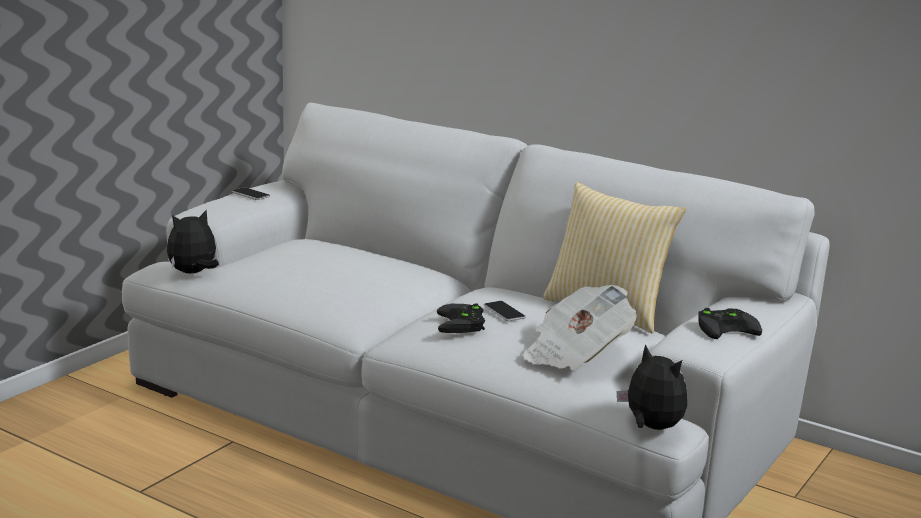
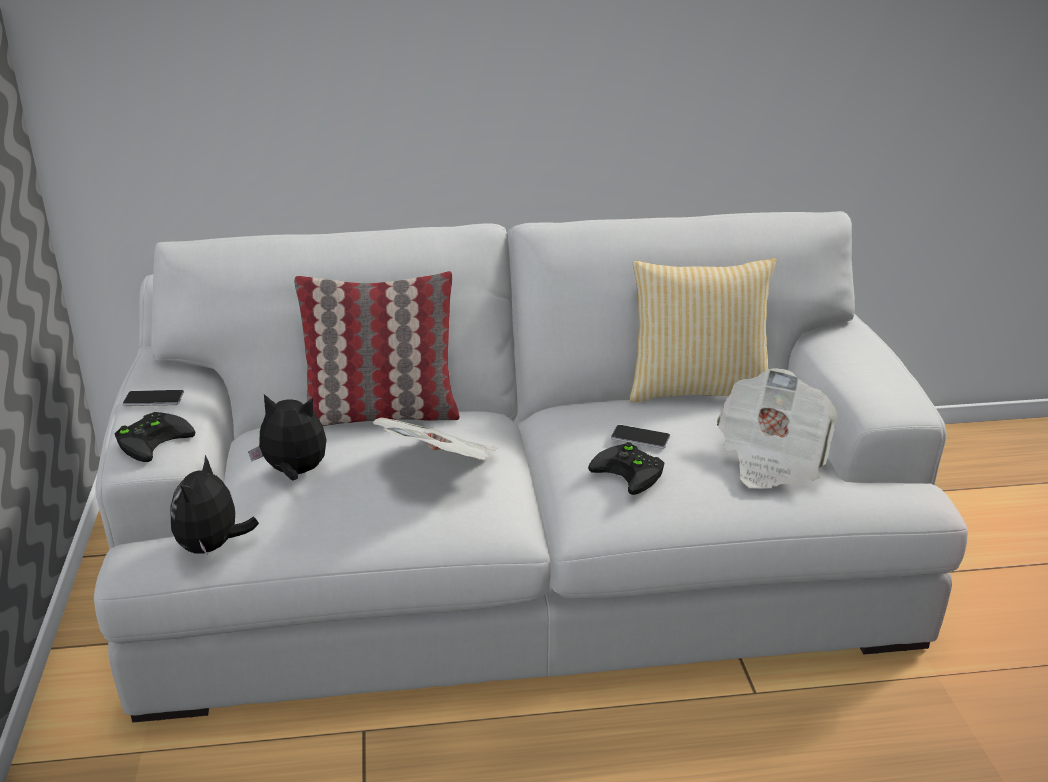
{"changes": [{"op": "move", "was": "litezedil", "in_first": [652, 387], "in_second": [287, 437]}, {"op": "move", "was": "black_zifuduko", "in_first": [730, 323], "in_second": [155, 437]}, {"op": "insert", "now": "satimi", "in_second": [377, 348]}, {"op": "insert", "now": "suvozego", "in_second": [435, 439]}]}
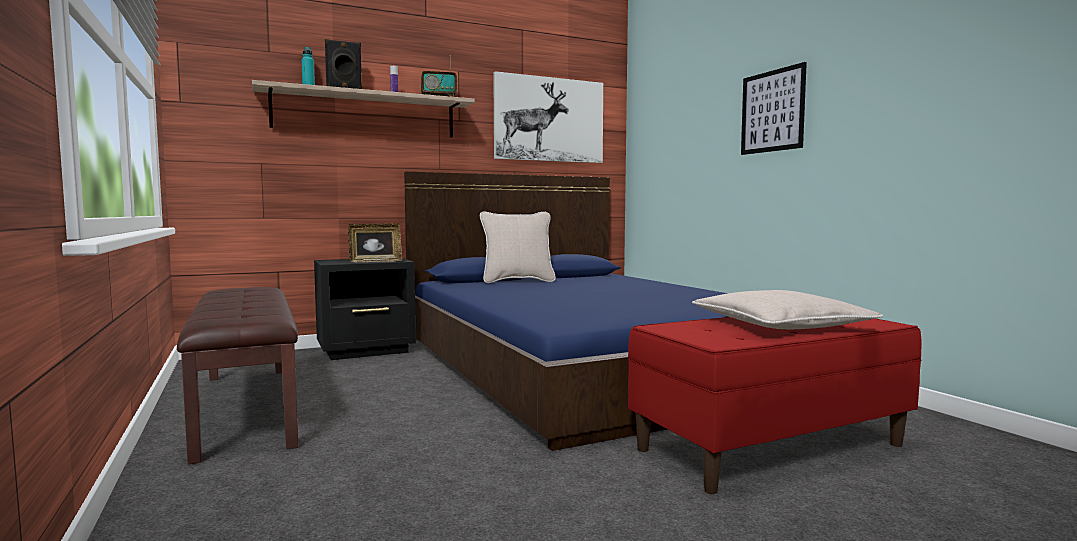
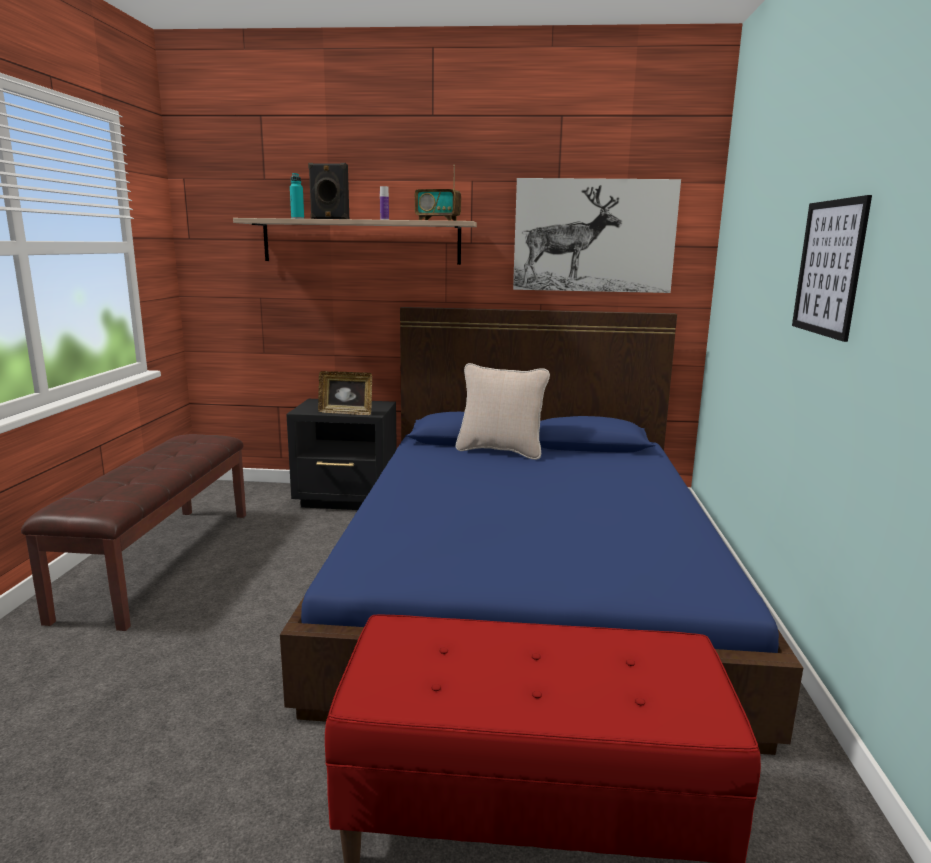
{"changes": [{"op": "delete", "was": "beige_satimi", "in_first": [788, 309]}]}
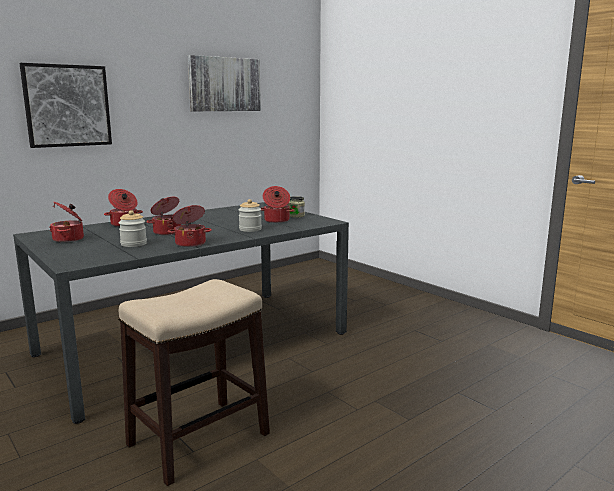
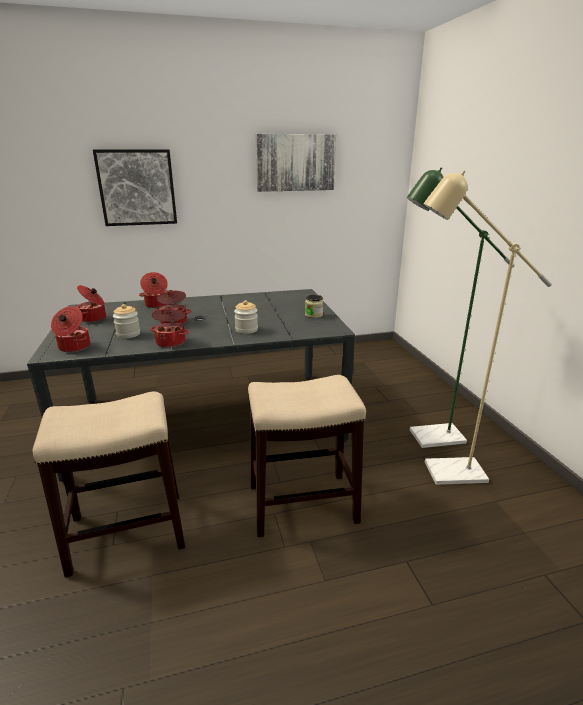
{"changes": [{"op": "move", "was": "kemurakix", "in_first": [277, 204], "in_second": [70, 329]}, {"op": "insert", "now": "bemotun", "in_second": [307, 456]}, {"op": "insert", "now": "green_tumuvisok", "in_second": [461, 308]}, {"op": "insert", "now": "beige_tumuvisok", "in_second": [487, 327]}]}
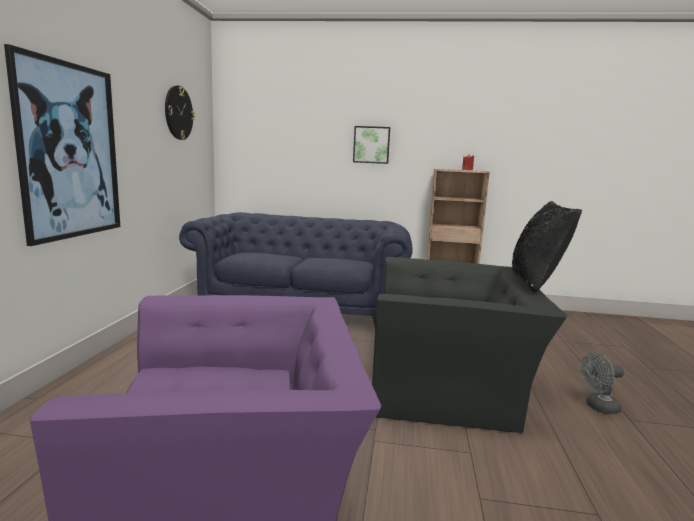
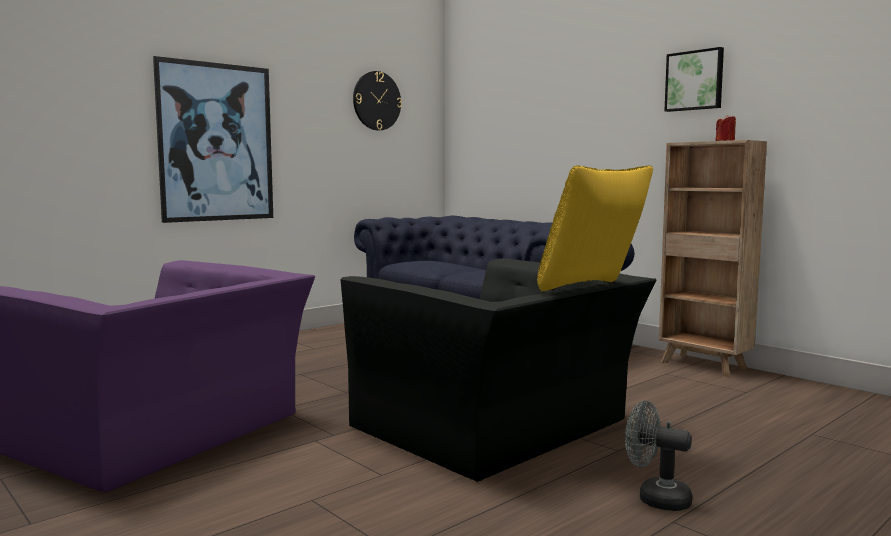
{"changes": [{"op": "move", "was": "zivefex", "in_first": [371, 145], "in_second": [694, 79]}, {"op": "recolor", "was": "black_satimi", "now": "yellow_satimi", "in_first": [546, 247], "in_second": [595, 228]}]}
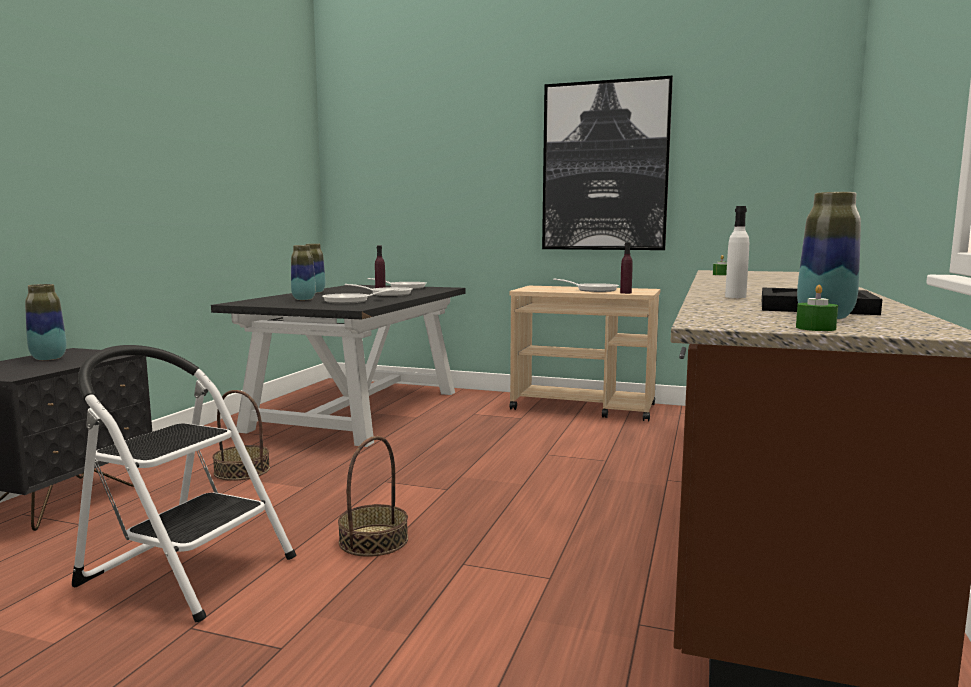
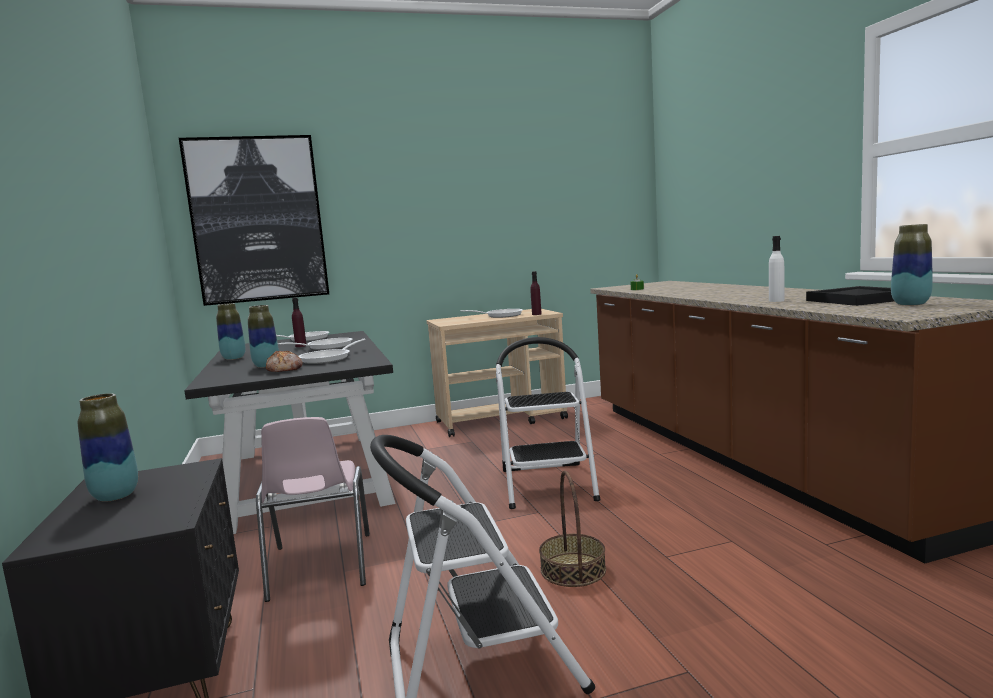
{"changes": [{"op": "replace", "was": "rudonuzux", "now": "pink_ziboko", "in_first": [241, 435], "in_second": [313, 509]}, {"op": "move", "was": "zivefex", "in_first": [607, 163], "in_second": [254, 220]}, {"op": "delete", "was": "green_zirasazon", "in_first": [817, 308]}, {"op": "insert", "now": "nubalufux", "in_second": [284, 361]}, {"op": "insert", "now": "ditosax", "in_second": [548, 423]}]}
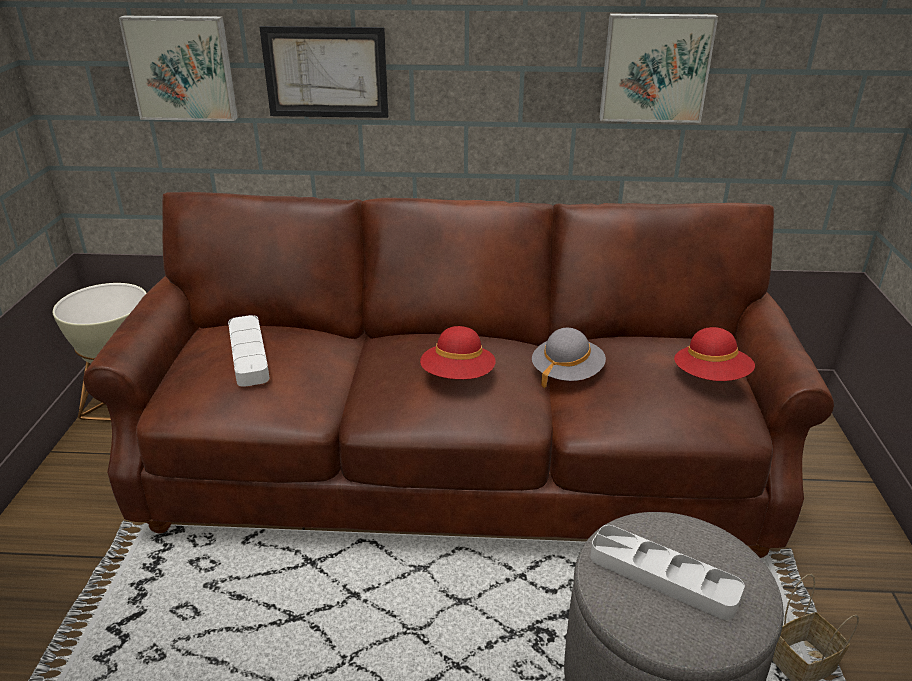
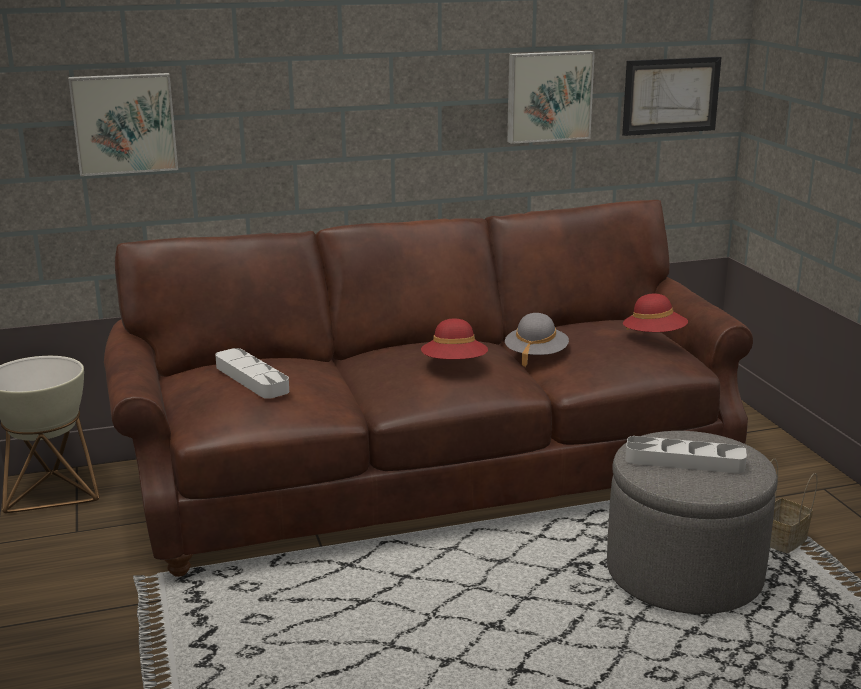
{"changes": [{"op": "move", "was": "zivefex", "in_first": [323, 72], "in_second": [672, 96]}]}
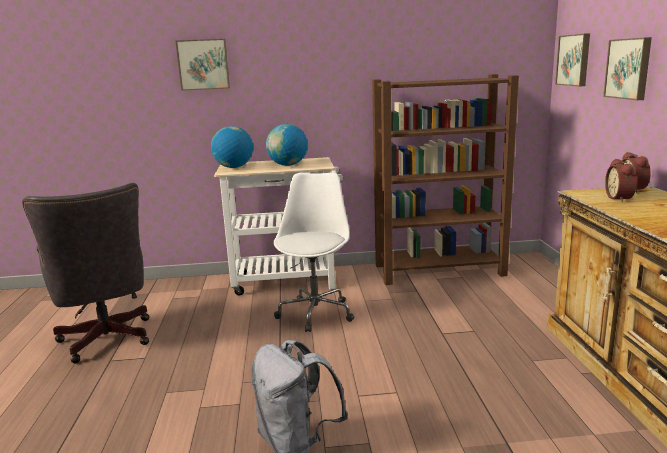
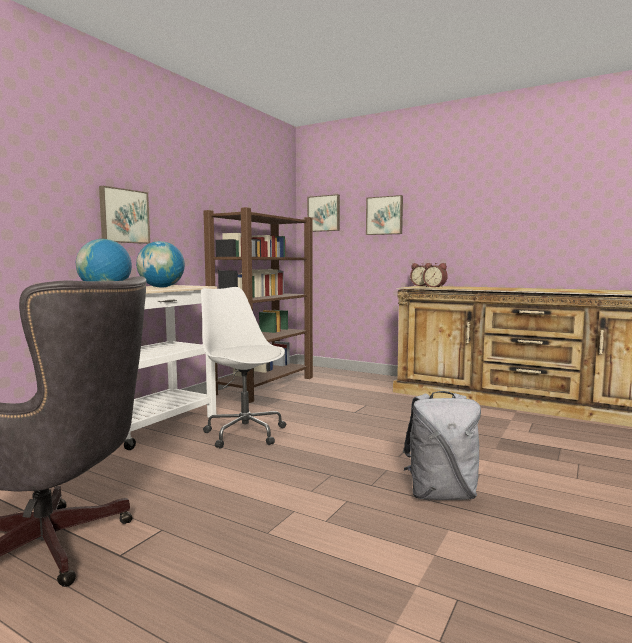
{"changes": [{"op": "move", "was": "zivefex", "in_first": [203, 65], "in_second": [124, 215]}]}
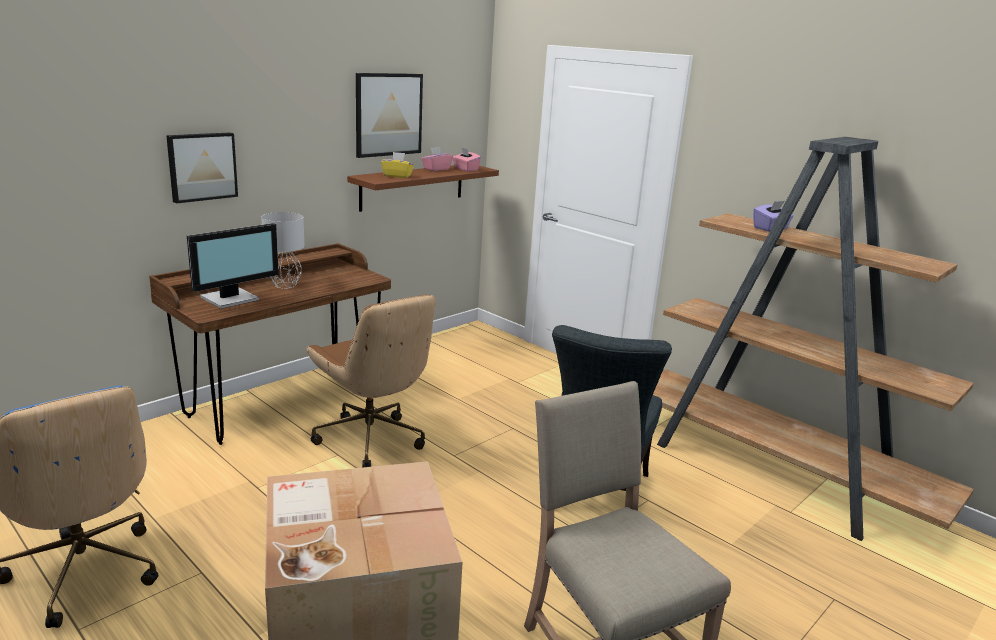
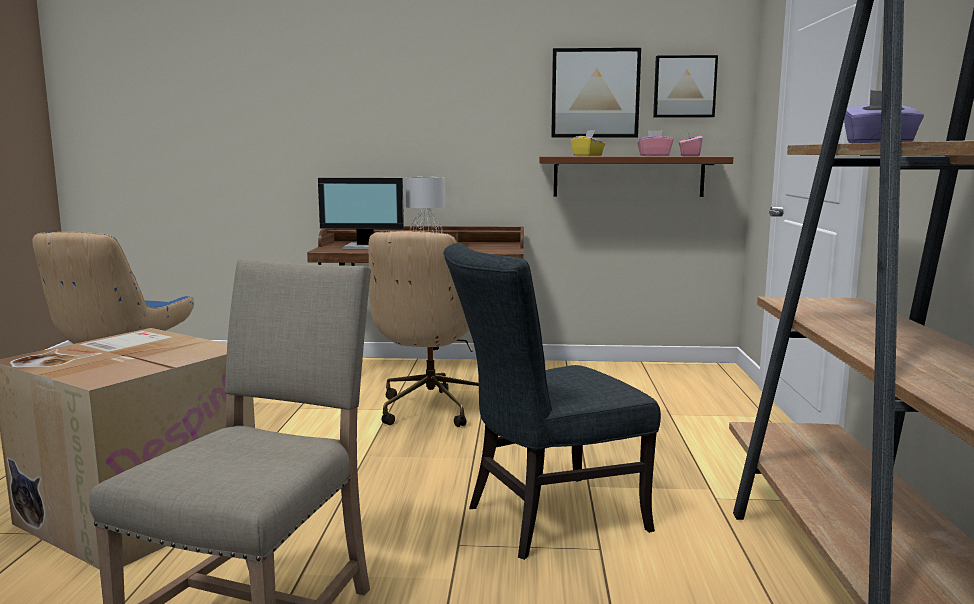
{"changes": [{"op": "move", "was": "zivefex", "in_first": [202, 167], "in_second": [685, 86]}]}
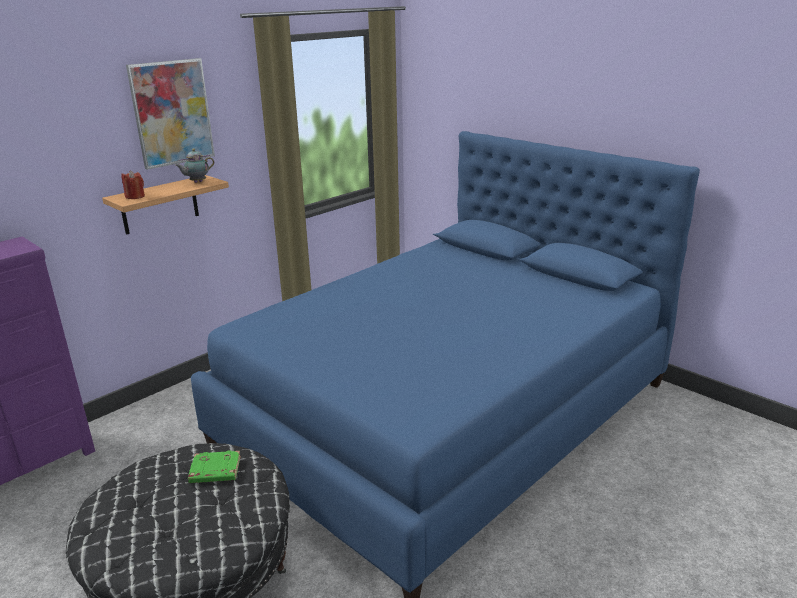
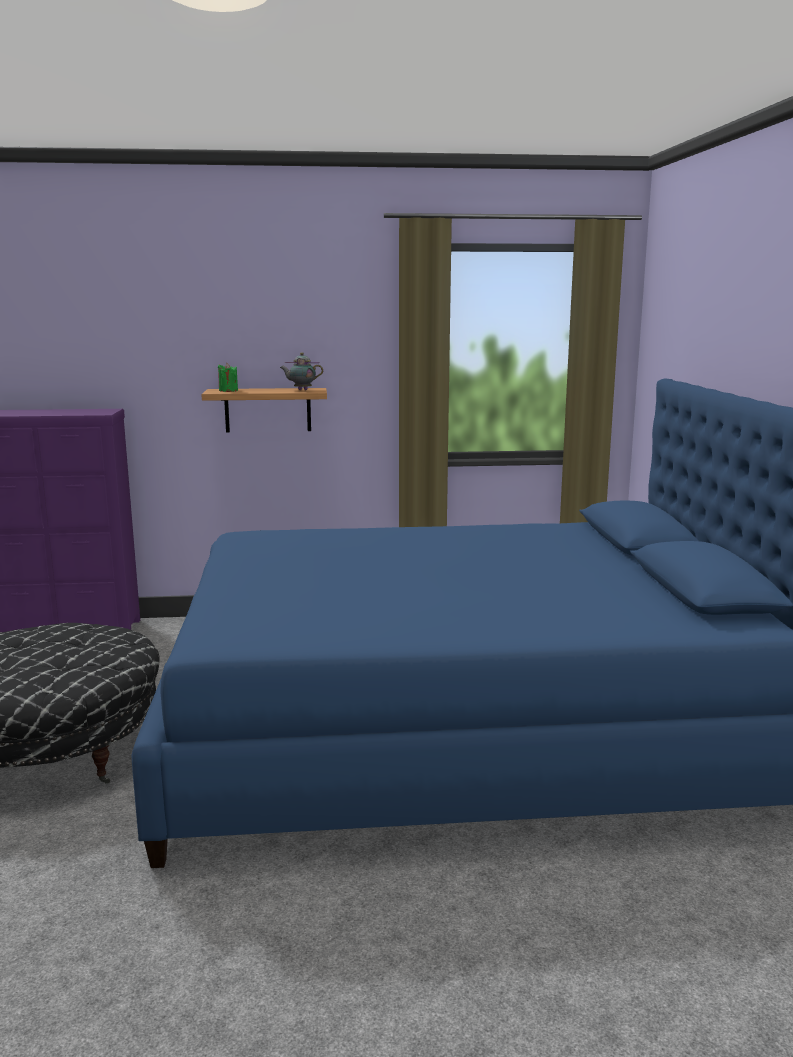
{"changes": [{"op": "recolor", "was": "red_zirasazon", "now": "green_zirasazon", "in_first": [133, 185], "in_second": [228, 377]}, {"op": "delete", "was": "zivefex", "in_first": [170, 114]}, {"op": "delete", "was": "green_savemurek", "in_first": [214, 466]}]}
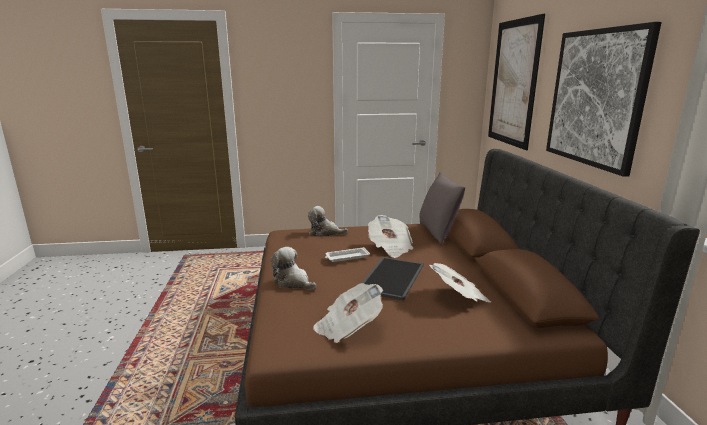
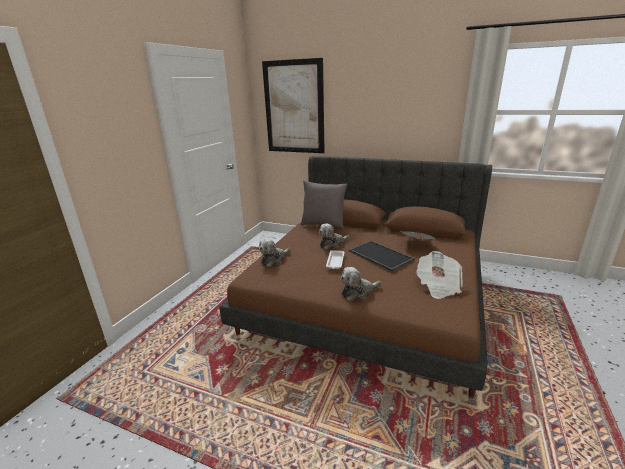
{"changes": [{"op": "replace", "was": "suvozego", "now": "litezedil", "in_first": [390, 236], "in_second": [334, 236]}, {"op": "delete", "was": "zivefex", "in_first": [604, 99]}]}
